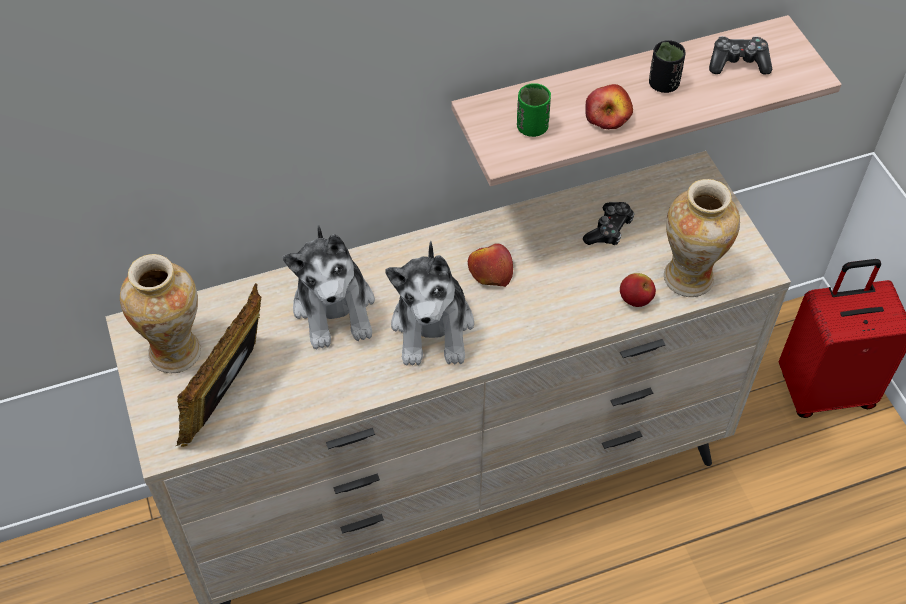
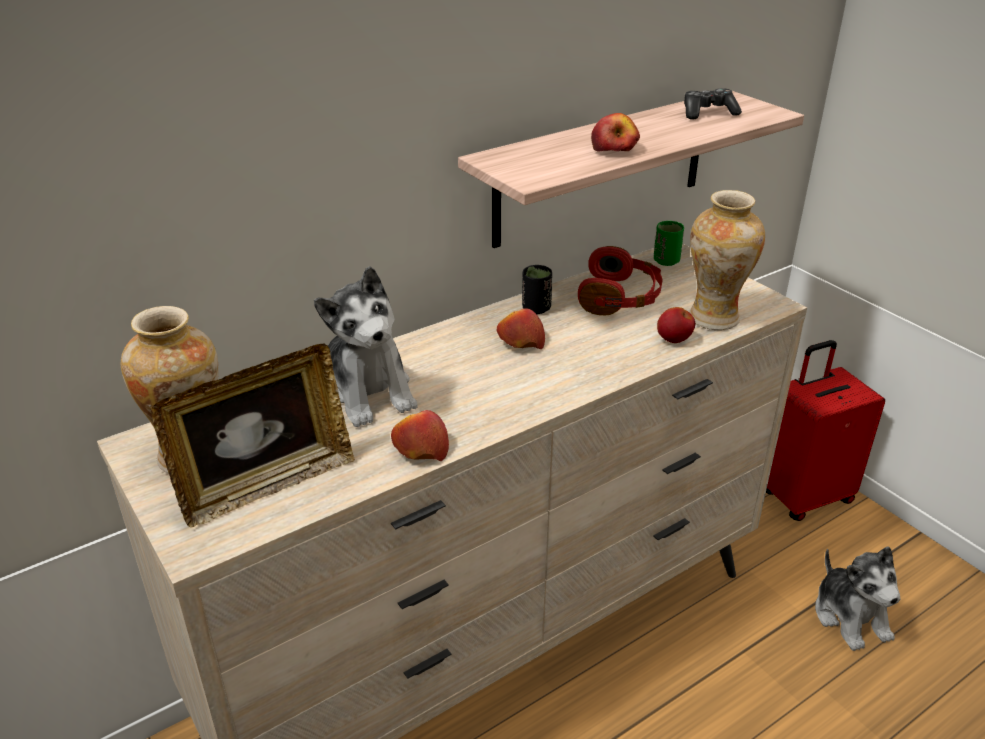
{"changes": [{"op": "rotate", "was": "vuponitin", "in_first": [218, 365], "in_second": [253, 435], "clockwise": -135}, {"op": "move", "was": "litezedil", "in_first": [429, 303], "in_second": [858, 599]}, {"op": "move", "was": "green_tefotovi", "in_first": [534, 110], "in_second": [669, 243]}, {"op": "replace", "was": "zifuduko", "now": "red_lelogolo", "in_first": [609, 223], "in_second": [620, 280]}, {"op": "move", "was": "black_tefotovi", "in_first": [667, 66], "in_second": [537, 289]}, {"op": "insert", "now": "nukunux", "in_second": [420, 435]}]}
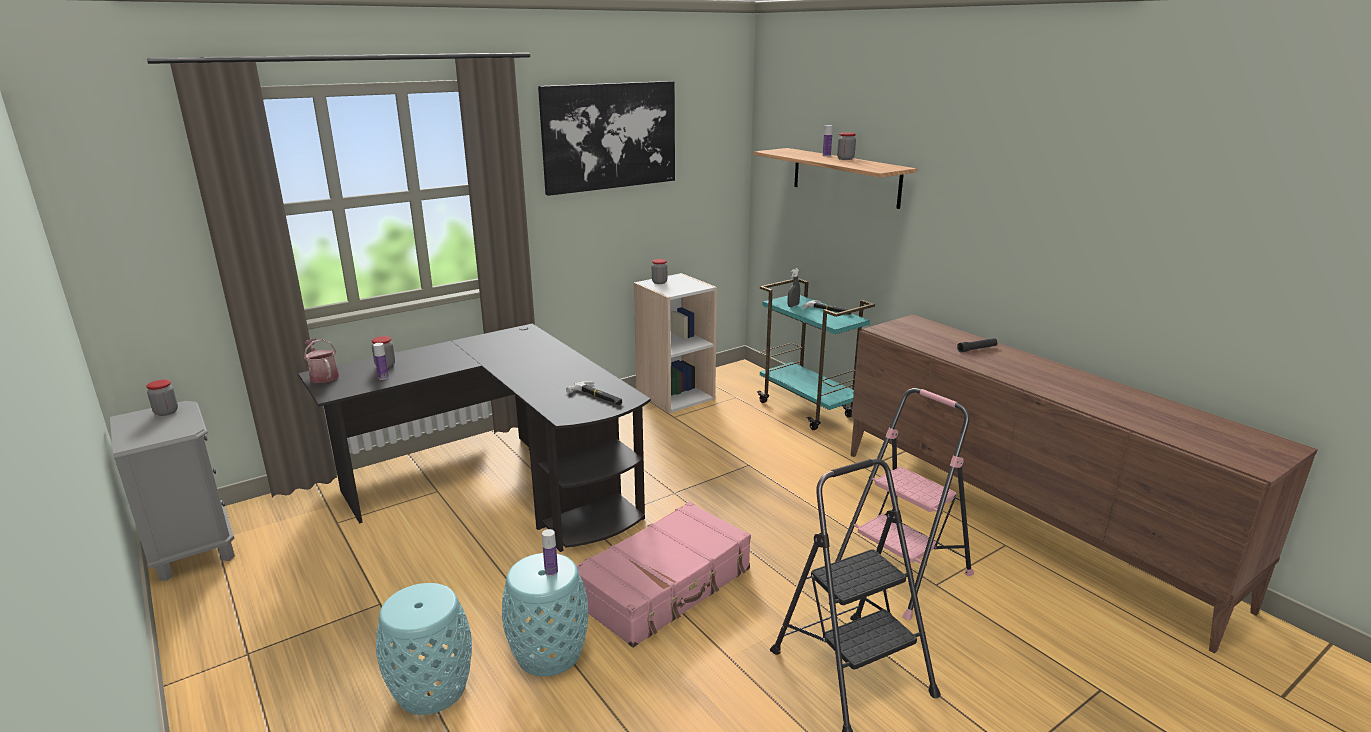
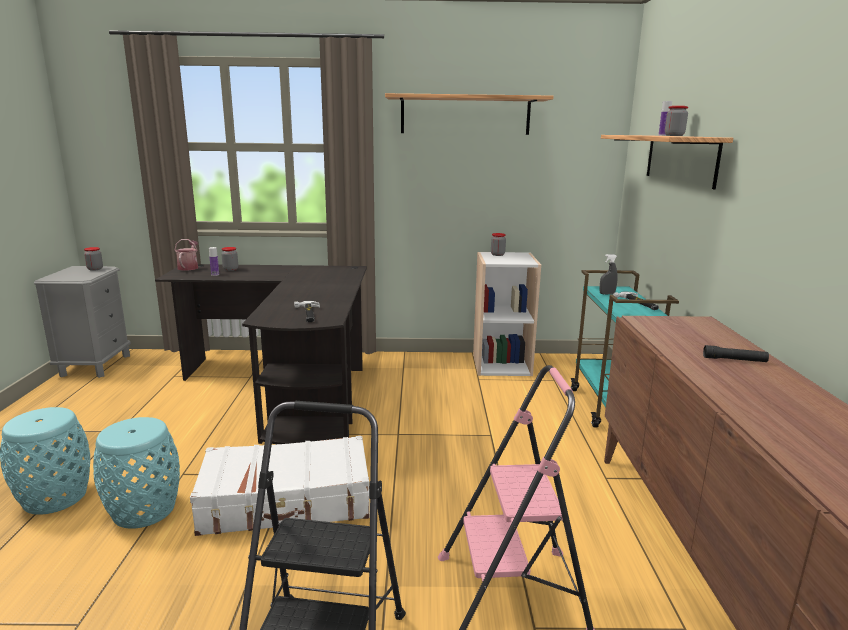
{"changes": [{"op": "replace", "was": "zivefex", "now": "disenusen", "in_first": [606, 138], "in_second": [469, 114]}, {"op": "delete", "was": "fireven", "in_first": [550, 552]}, {"op": "recolor", "was": "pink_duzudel", "now": "white_duzudel", "in_first": [662, 575], "in_second": [280, 486]}]}
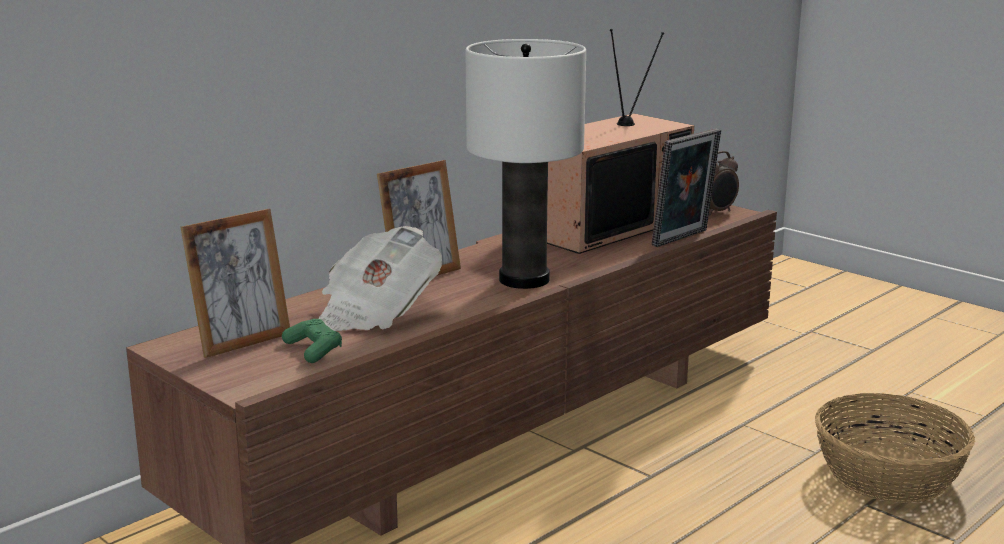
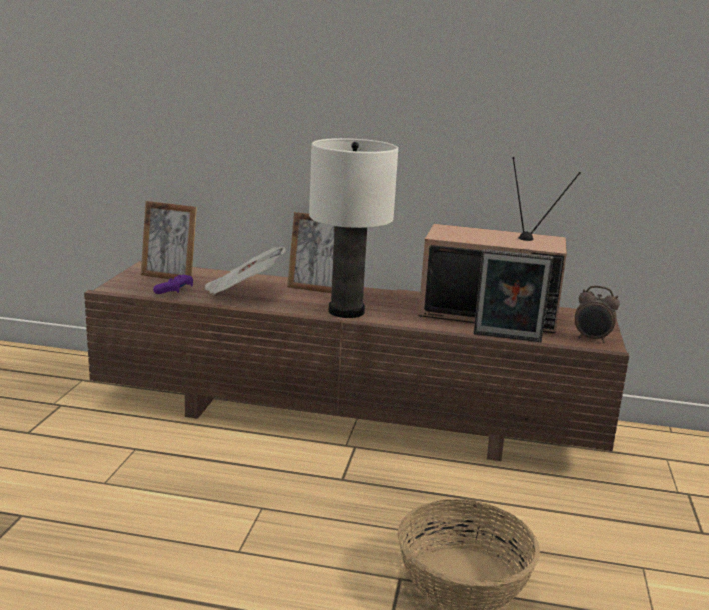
{"changes": [{"op": "recolor", "was": "green_zifuduko", "now": "purple_zifuduko", "in_first": [312, 341], "in_second": [173, 284]}]}
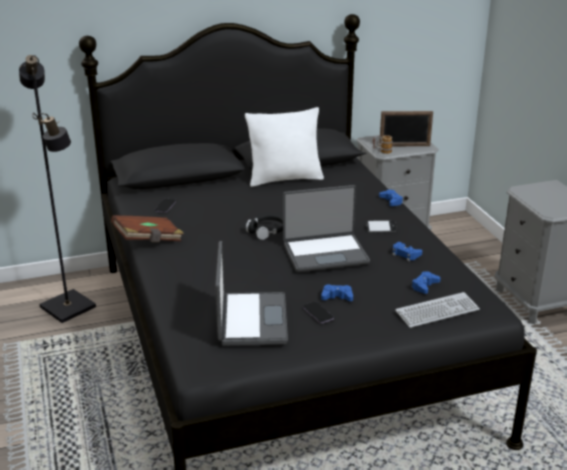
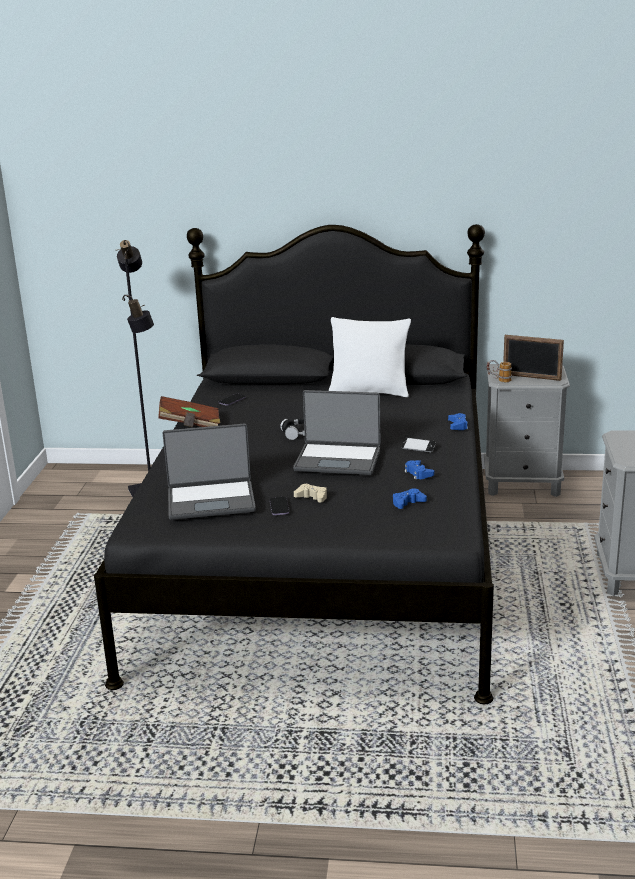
{"changes": [{"op": "rotate", "was": "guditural", "in_first": [251, 293], "in_second": [209, 471], "clockwise": 60}, {"op": "recolor", "was": "blue_zifuduko", "now": "beige_zifuduko", "in_first": [337, 292], "in_second": [310, 493]}, {"op": "delete", "was": "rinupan", "in_first": [437, 310]}]}
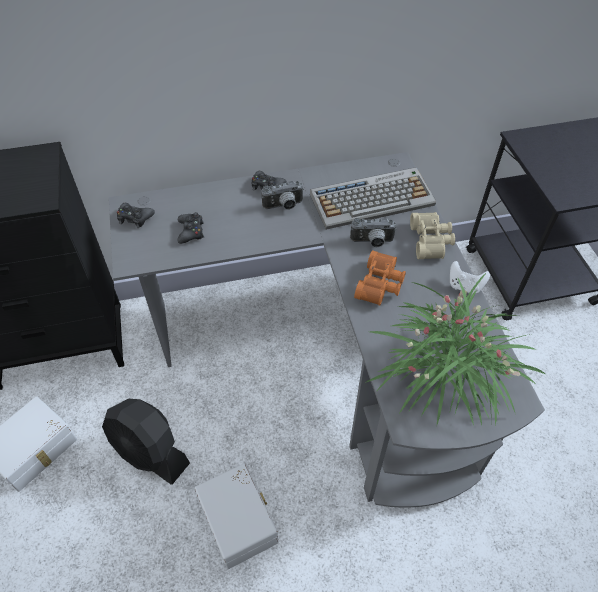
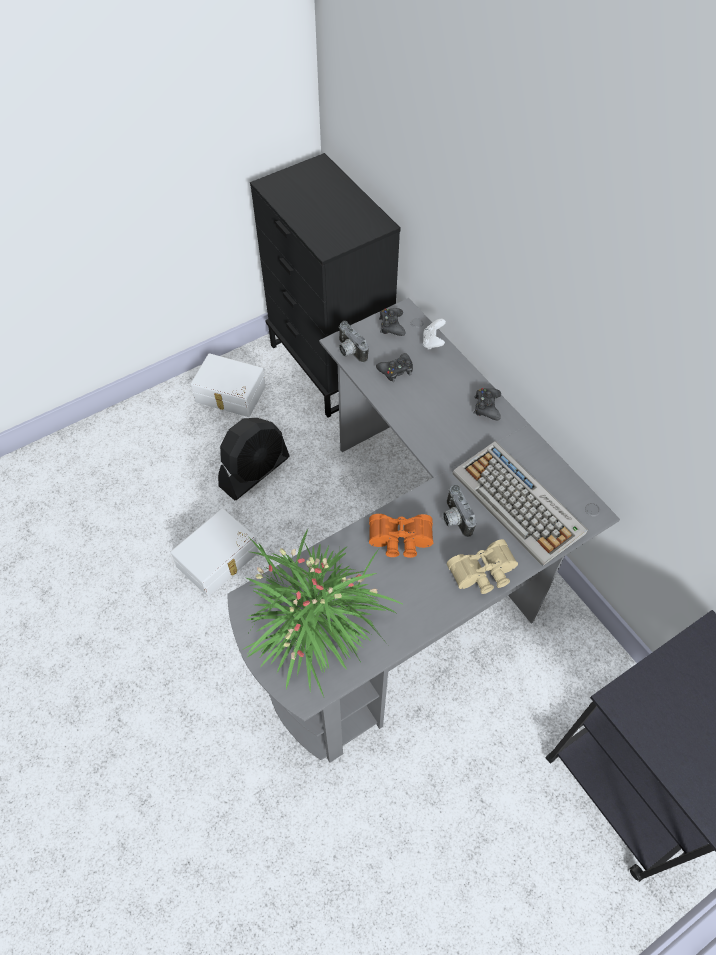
{"changes": [{"op": "rotate", "was": "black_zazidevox", "in_first": [146, 442], "in_second": [254, 459], "clockwise": -150}, {"op": "move", "was": "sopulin", "in_first": [283, 195], "in_second": [353, 342]}, {"op": "move", "was": "white_zifuduko", "in_first": [470, 277], "in_second": [434, 334]}]}
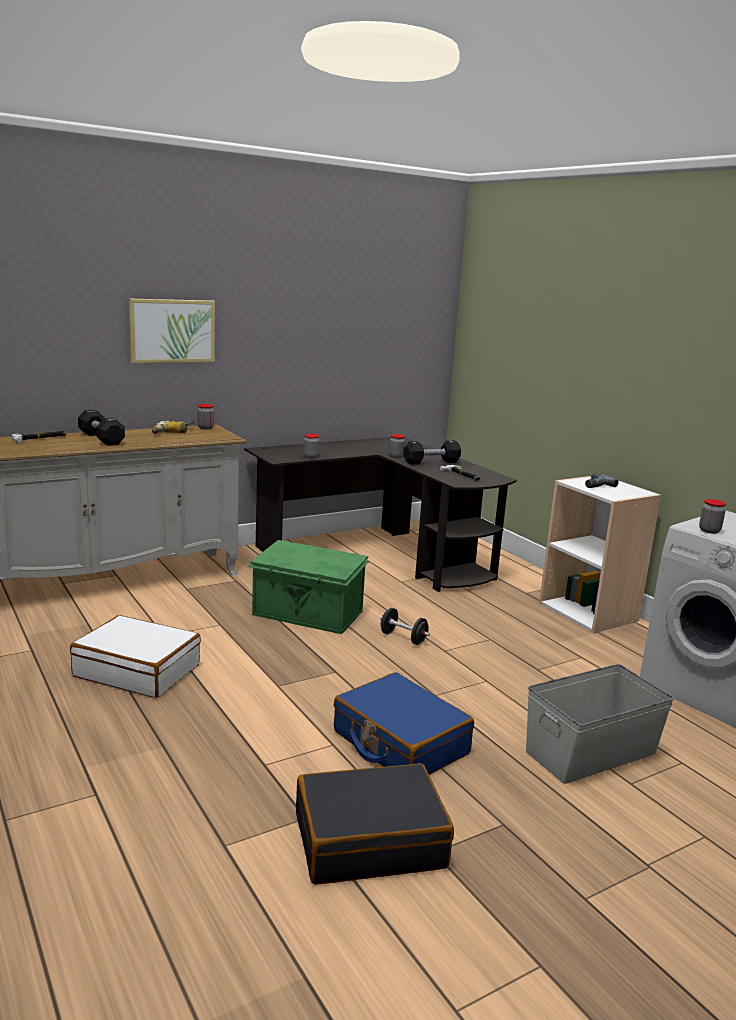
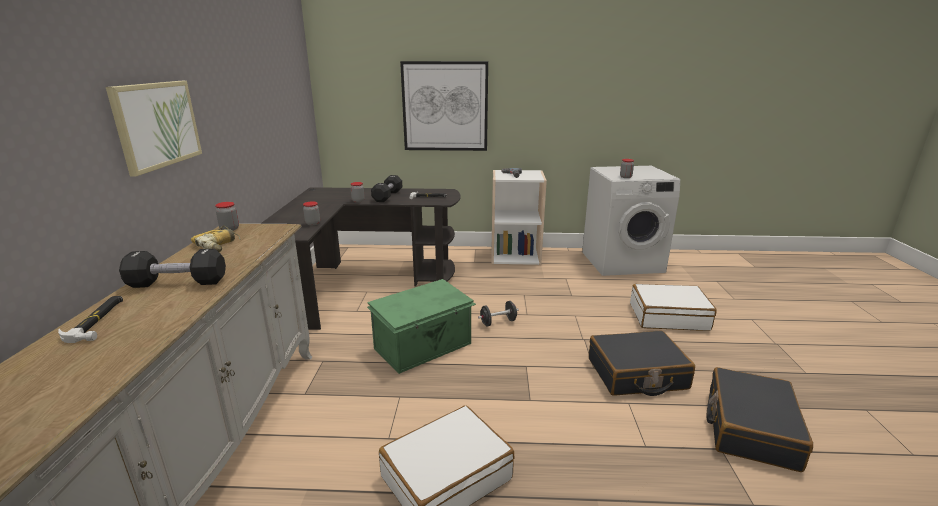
{"changes": [{"op": "recolor", "was": "blue_duzudel", "now": "black_duzudel", "in_first": [404, 723], "in_second": [642, 363]}, {"op": "replace", "was": "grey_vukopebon", "now": "white_duzudel", "in_first": [600, 724], "in_second": [673, 307]}, {"op": "insert", "now": "zivefex", "in_second": [444, 106]}]}
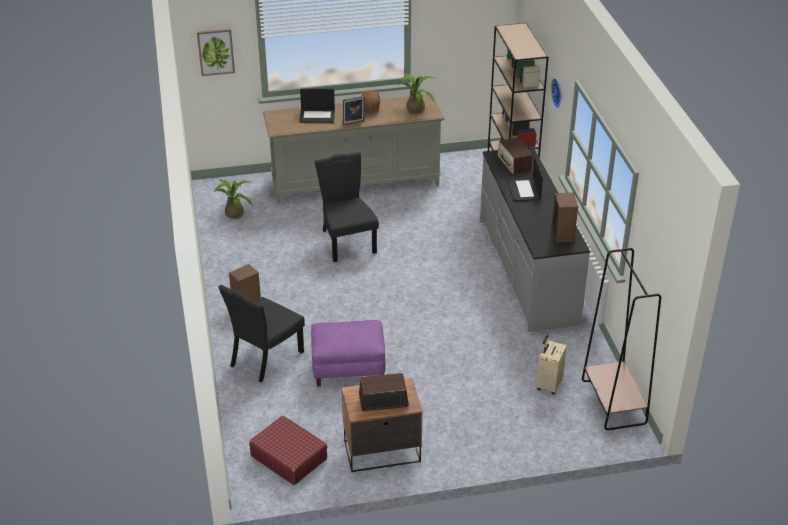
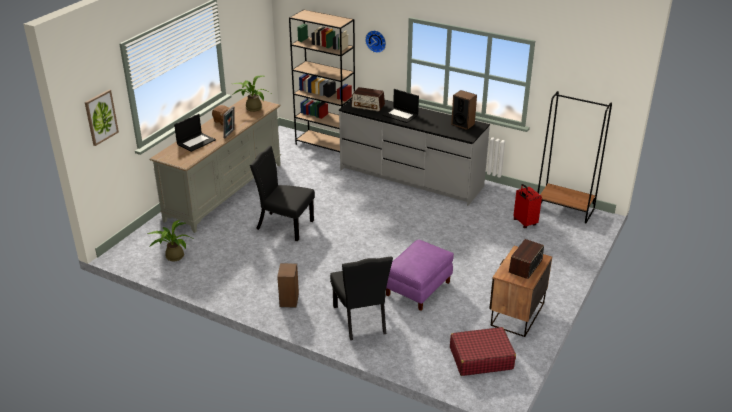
{"changes": [{"op": "recolor", "was": "beige_duzudel", "now": "red_duzudel", "in_first": [551, 364], "in_second": [528, 206]}]}
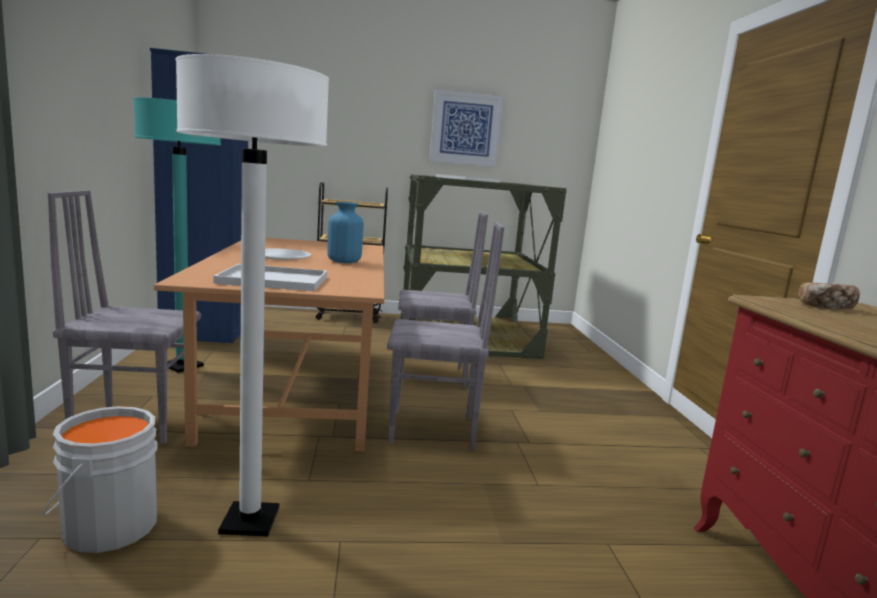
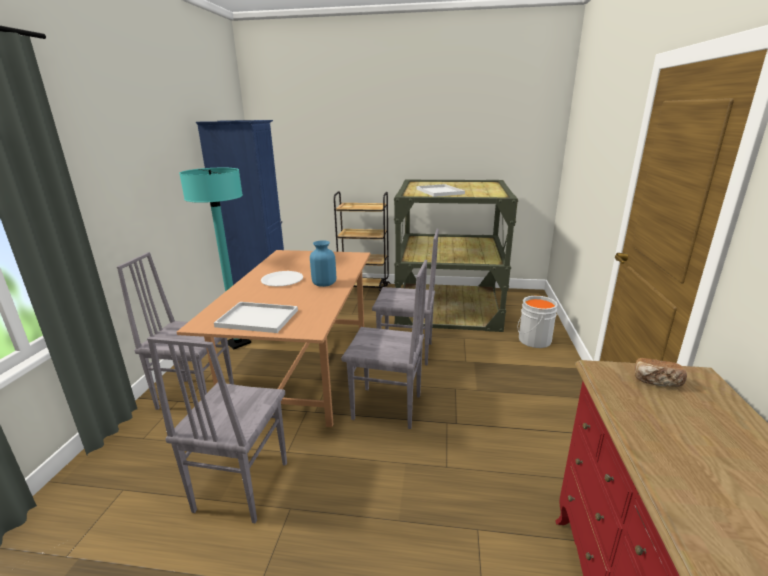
{"changes": [{"op": "move", "was": "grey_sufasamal", "in_first": [100, 479], "in_second": [537, 322]}, {"op": "replace", "was": "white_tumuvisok", "now": "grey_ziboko", "in_first": [252, 295], "in_second": [217, 429]}, {"op": "delete", "was": "zivefex", "in_first": [467, 128]}]}
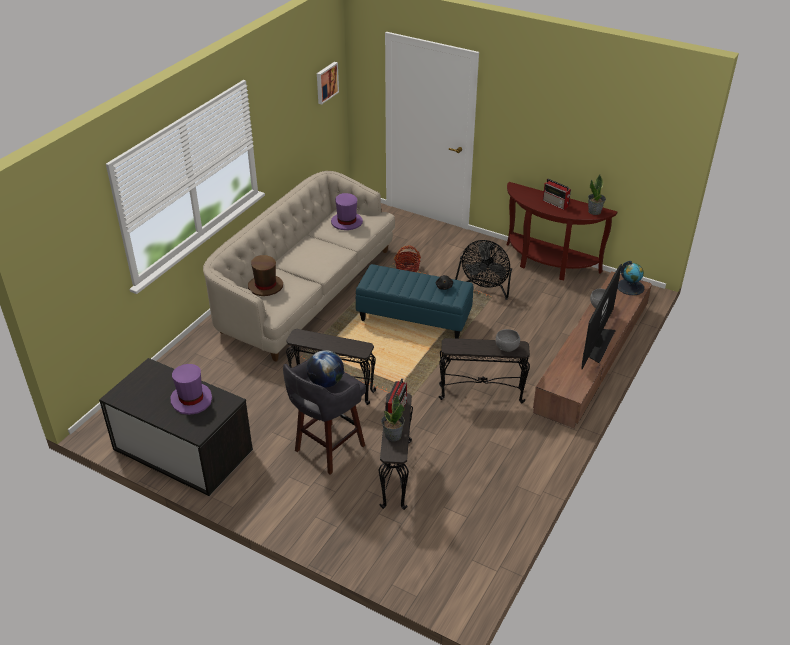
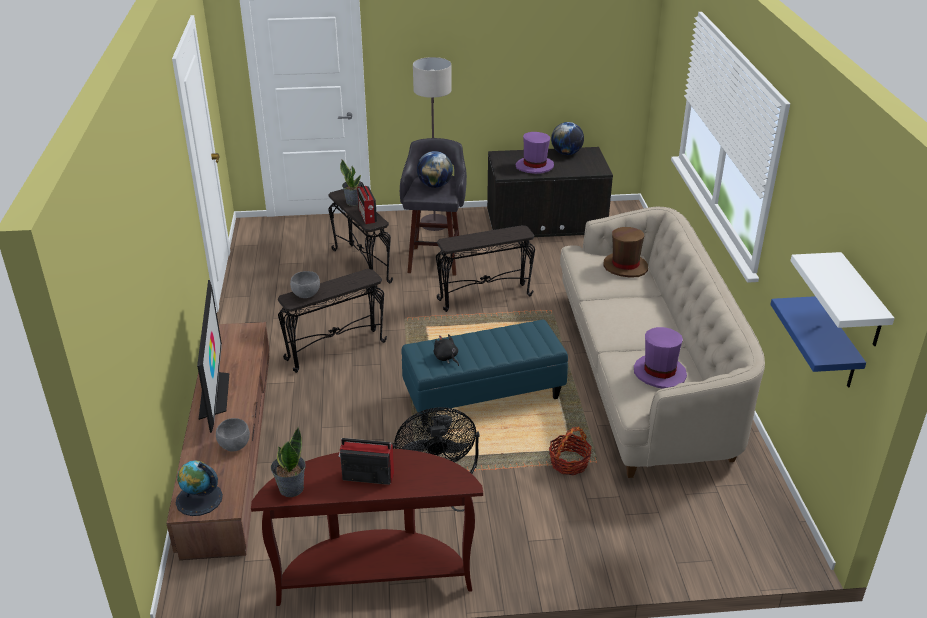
{"changes": [{"op": "replace", "was": "zivefex", "now": "white_disenusen", "in_first": [328, 83], "in_second": [842, 299]}, {"op": "insert", "now": "grey_tumuvisok", "in_second": [432, 144]}, {"op": "insert", "now": "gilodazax", "in_second": [567, 138]}, {"op": "insert", "now": "blue_disenusen", "in_second": [818, 342]}]}
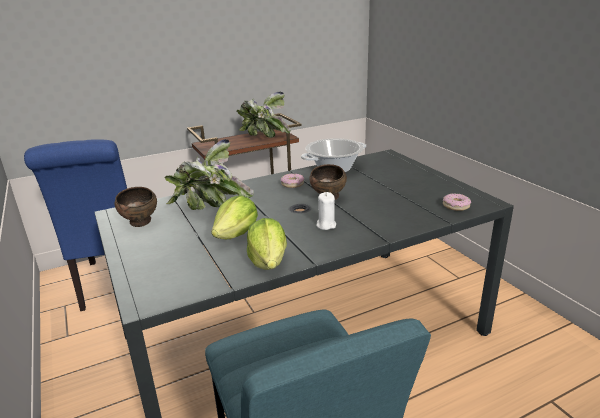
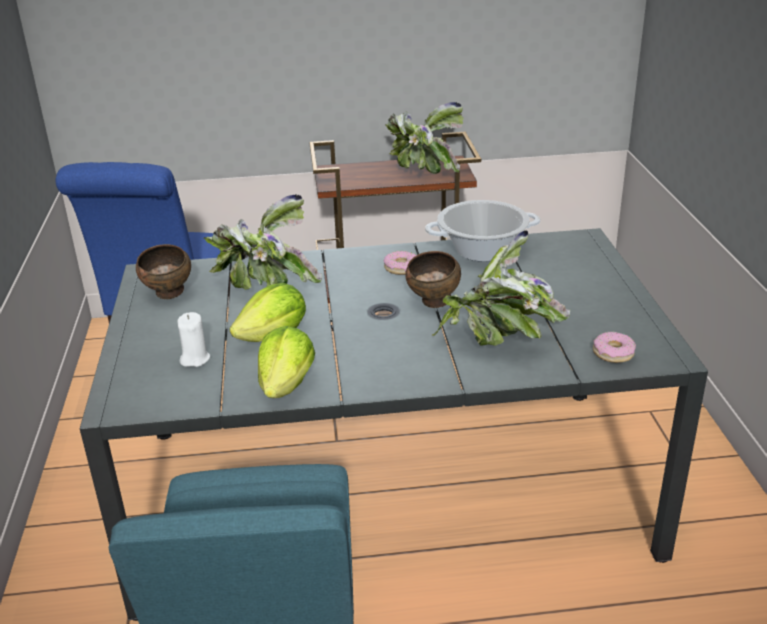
{"changes": [{"op": "move", "was": "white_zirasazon", "in_first": [326, 211], "in_second": [194, 339]}, {"op": "insert", "now": "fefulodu", "in_second": [500, 288]}]}
